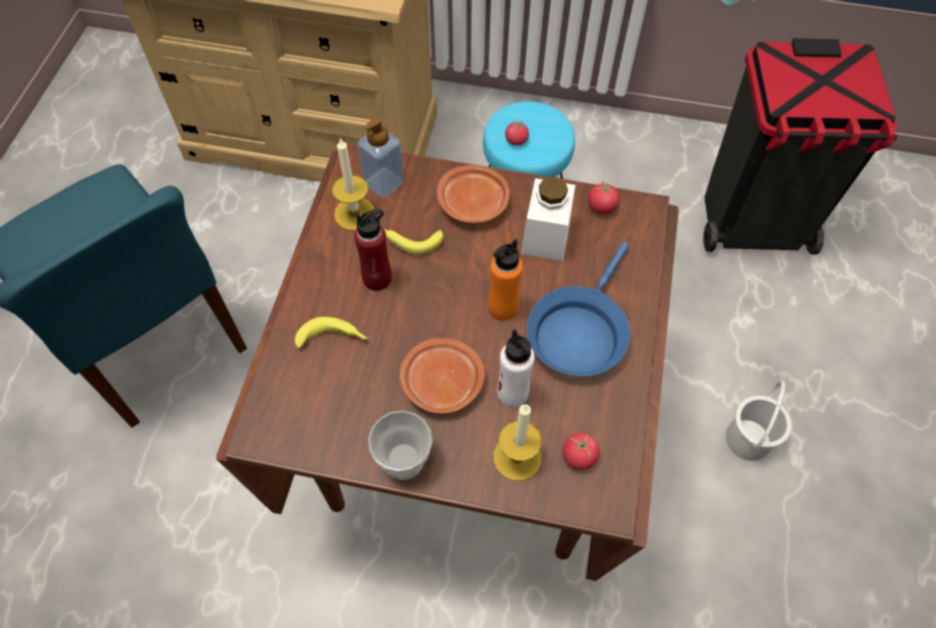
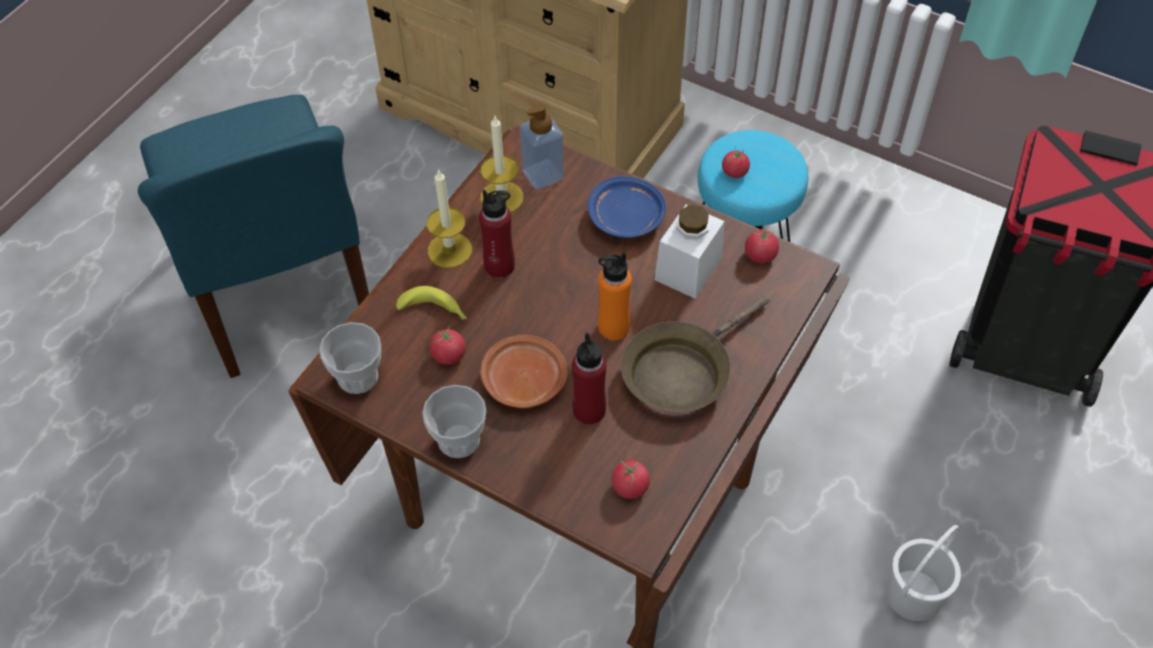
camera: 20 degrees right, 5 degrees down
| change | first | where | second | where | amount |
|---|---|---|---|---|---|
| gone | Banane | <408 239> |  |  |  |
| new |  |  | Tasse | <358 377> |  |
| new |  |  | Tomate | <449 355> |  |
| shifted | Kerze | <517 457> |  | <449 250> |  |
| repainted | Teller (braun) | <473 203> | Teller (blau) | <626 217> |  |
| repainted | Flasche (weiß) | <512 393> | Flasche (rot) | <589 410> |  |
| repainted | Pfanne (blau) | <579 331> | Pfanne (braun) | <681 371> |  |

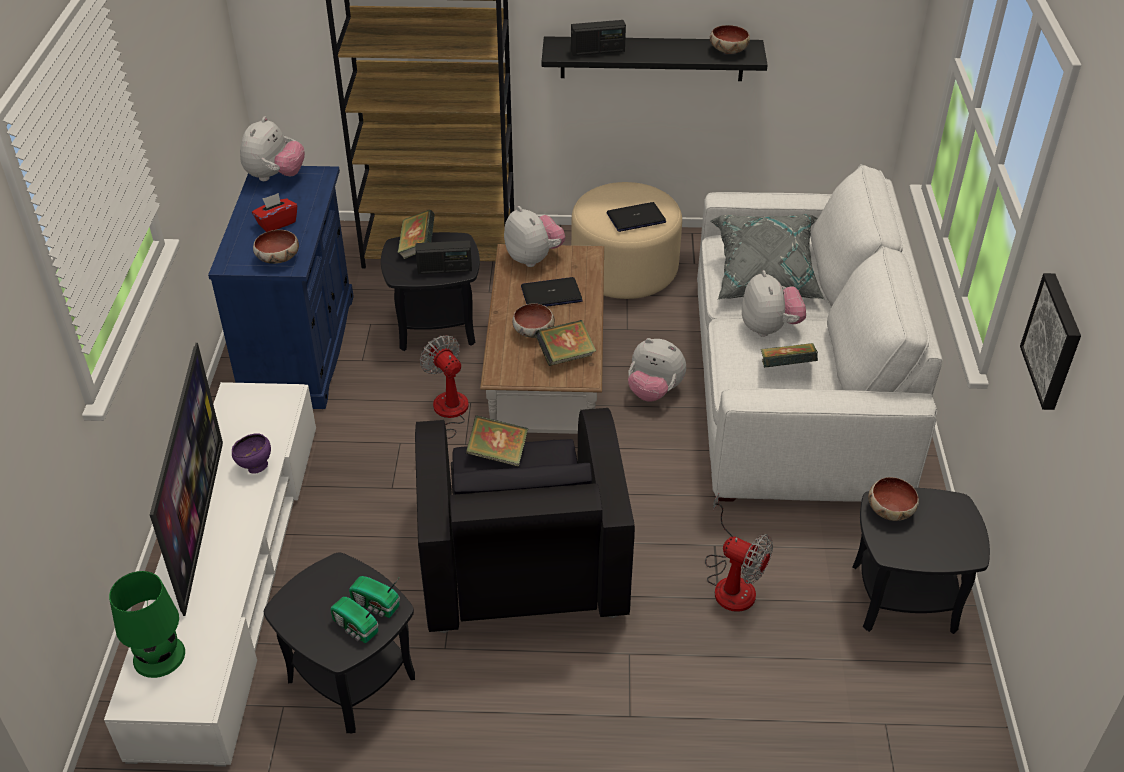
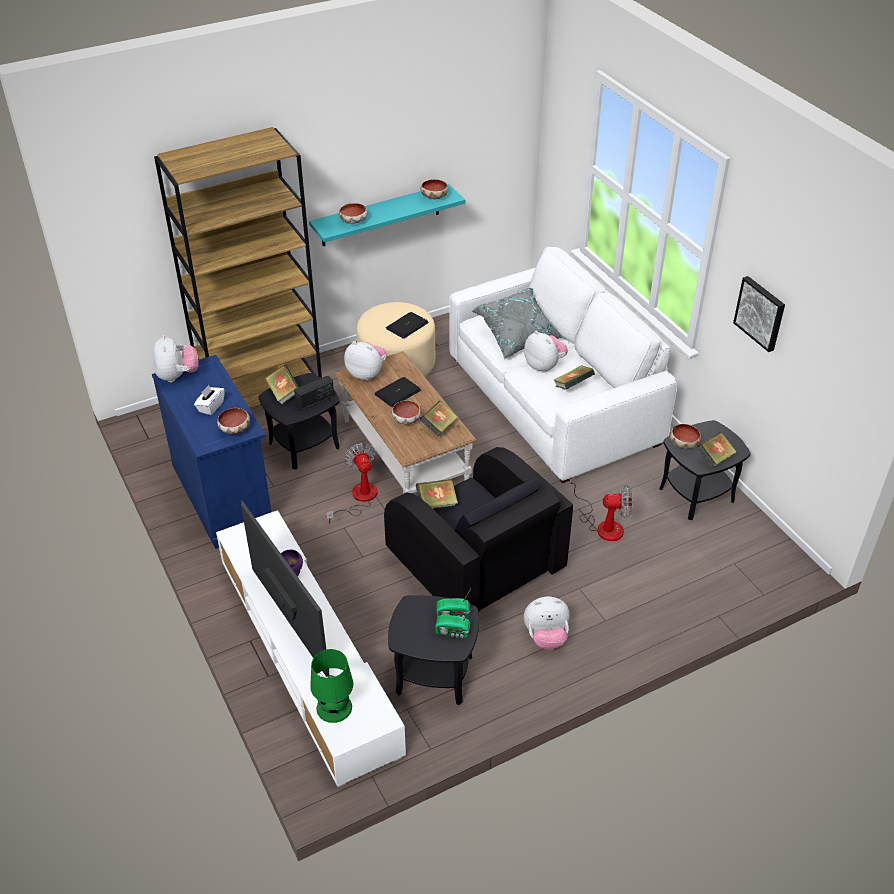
camera: 30 degrees left, 0 degrees up
| change | first | where | second | where | amount |
|---|---|---|---|---|---|
| new |  |  | Buch | <714 458> |  |
| shifted | Plüschtier | <654 391> |  | <546 637> |  |
| swapped | Radio | <598 51> | Schüssel | <353 221> |  |
| repainted | Taschentuchbox (rot) | <277 223> | Taschentuchbox (weiß) | <210 407> |  |
| repainted | Wandregal (schwarz) | <652 58> | Wandregal (türkis) | <380 215> |  |
| rotated | Ventilator | <445 415> |  | <358 498> | 45 degrees clockwise |

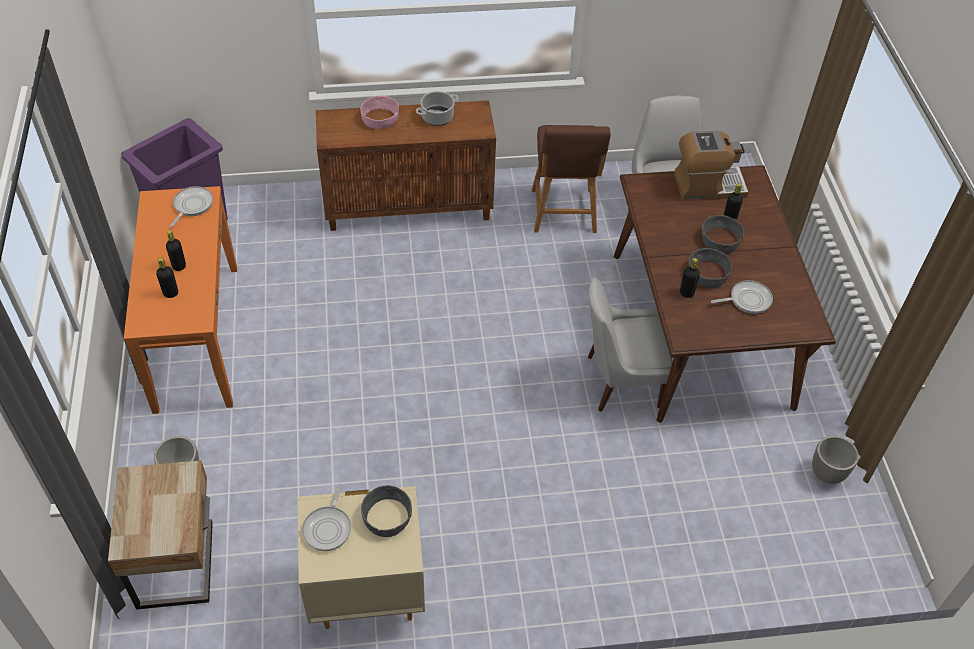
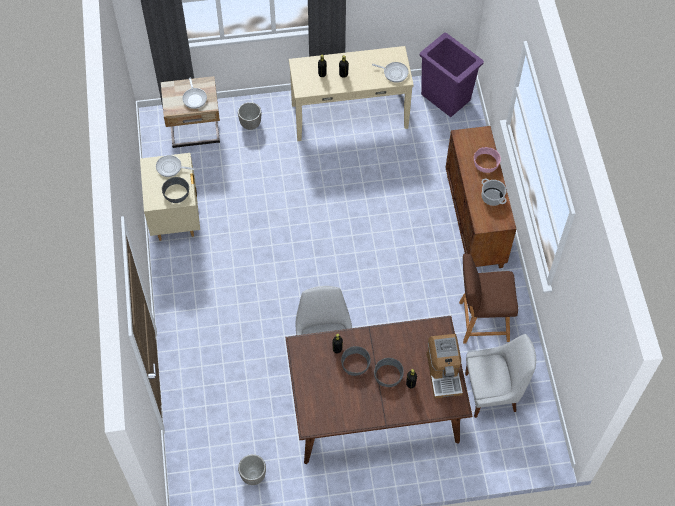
camera: 90 degrees right, 10 degrees up
| change | first | where | second | where | amount |
|---|---|---|---|---|---|
| shifted | Pfanne | <747 300> |  | <194 98> |  |
| repainted | Konsolentisch (orange) | <196 336> | Konsolentisch (beige) | <349 115> |  |

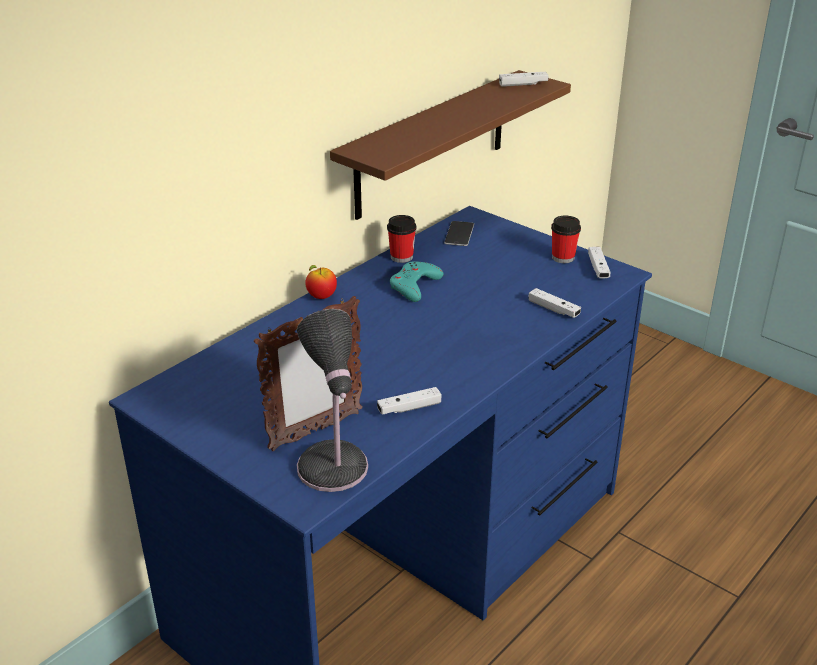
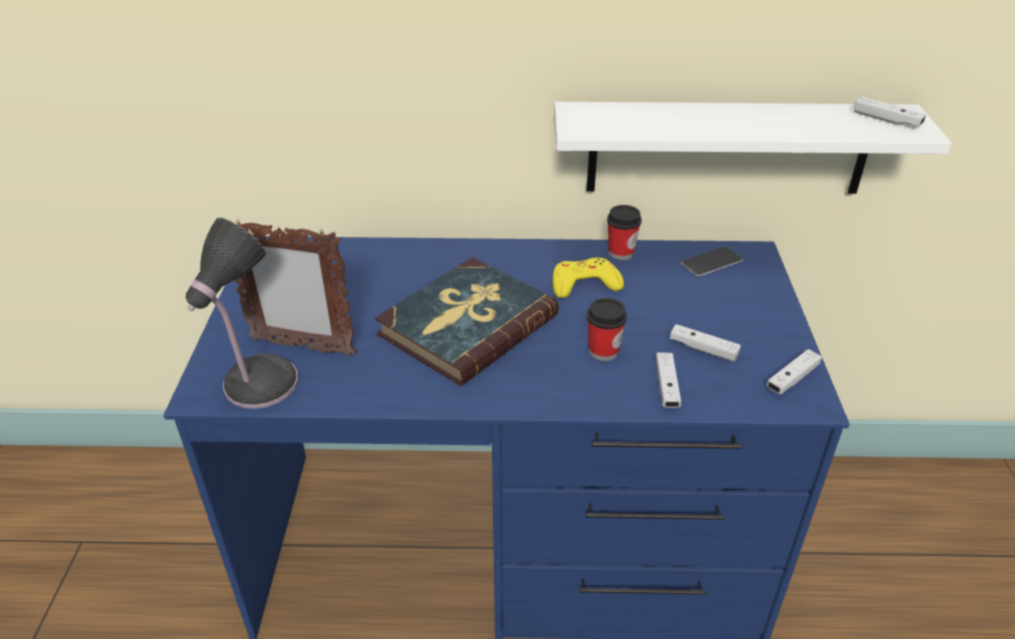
camera: 50 degrees right, 5 degrees up
| change | first | where | second | where | amount |
|---|---|---|---|---|---|
| gone | Apfel | <321 296> |  |  |  |
| new |  |  | Buch | <467 324> |  |
| shifted | Gamepad (weiß) | <409 408> |  | <703 349> |  |
| shifted | Tasse | <563 257> |  | <603 351> |  |
| repainted | Wandregal (braun) | <432 144> | Wandregal (weiß) | <728 148> |  |
| repainted | Gamepad (türkis) | <414 286> | Gamepad (gelb) | <584 283> |  |

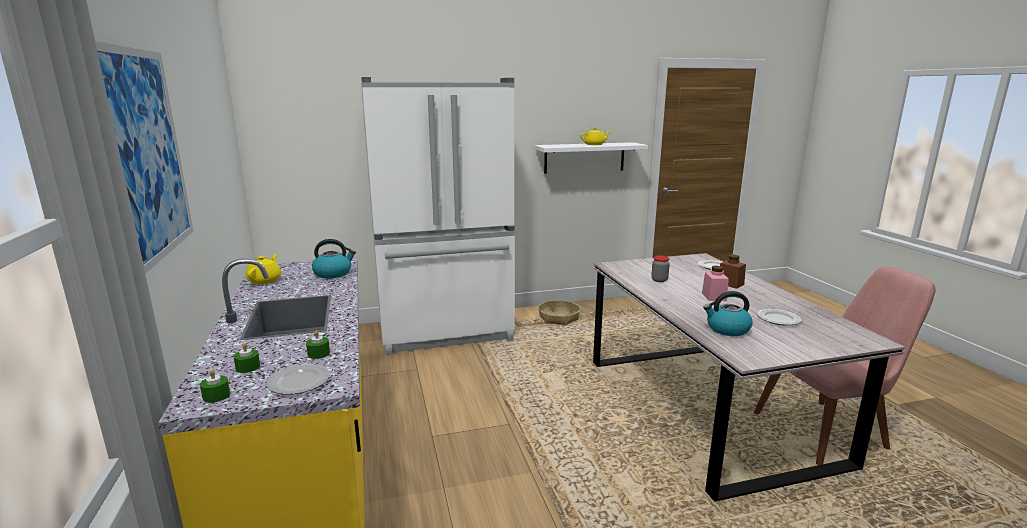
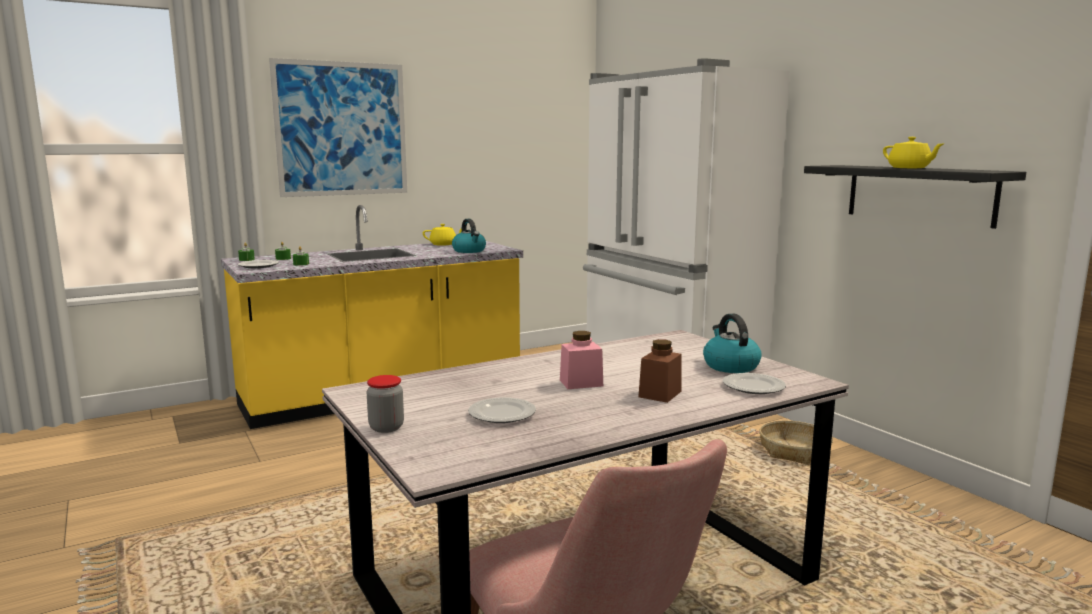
camera: 75 degrees right, 5 degrees down
| change | first | where | second | where | amount |
|---|---|---|---|---|---|
| shifted | Vorratsglas | <659 280> |  | <386 427> |  |
| shifted | Wasserkessel | <727 329> |  | <730 366> |  |
| repainted | Wandregal (weiß) | <584 157> | Wandregal (schwarz) | <919 194> |  |

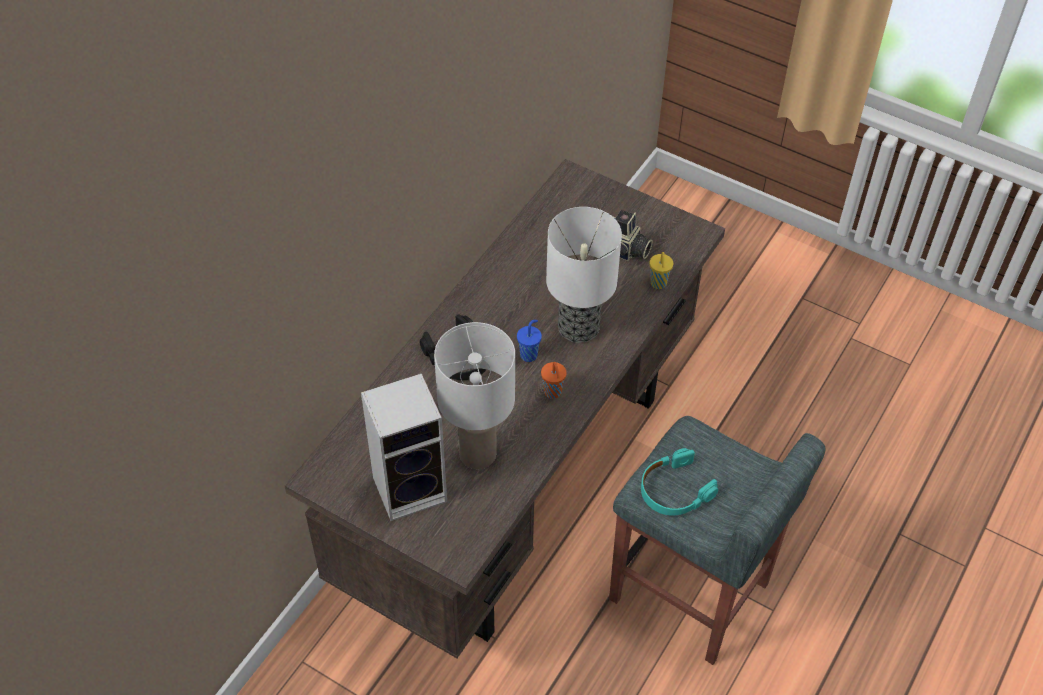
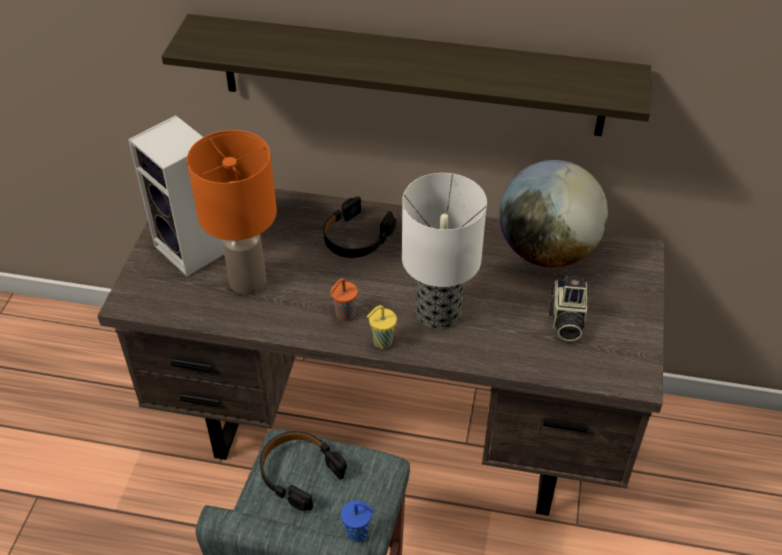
camera: 70 degrees right, 5 degrees down
| change | first | where | second | where | amount |
|---|---|---|---|---|---|
| new |  |  | Wandregal | <411 76> |  |
| new |  |  | Globus | <547 251> |  |
| shifted | Tasse (blau) | <529 355> |  | <358 534> |  |
| shifted | Tasse (gelb) | <658 284> |  | <381 342> |  |
| repainted | Tischlampe (weiß) | <477 455> | Tischlampe (orange) | <246 281> |  |
| repainted | Kopfhörer (türkis) | <674 490> | Kopfhörer (schwarz) | <299 473> |  |

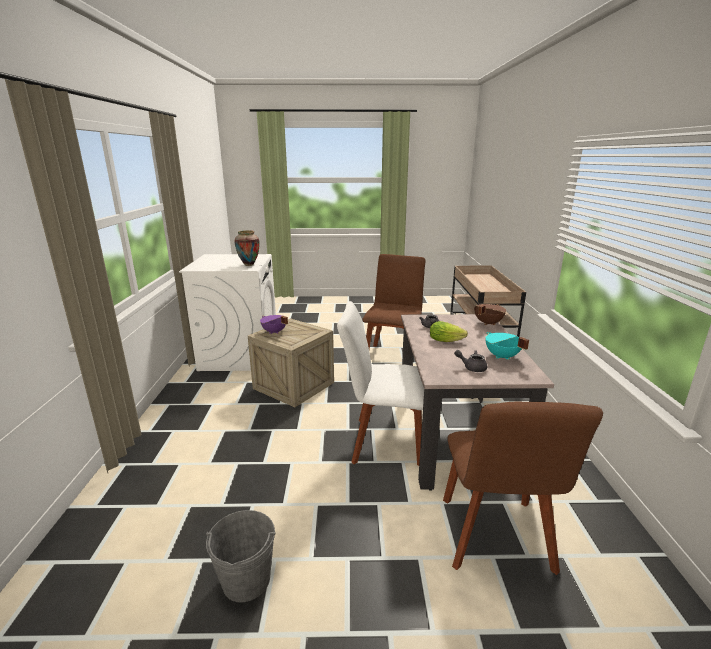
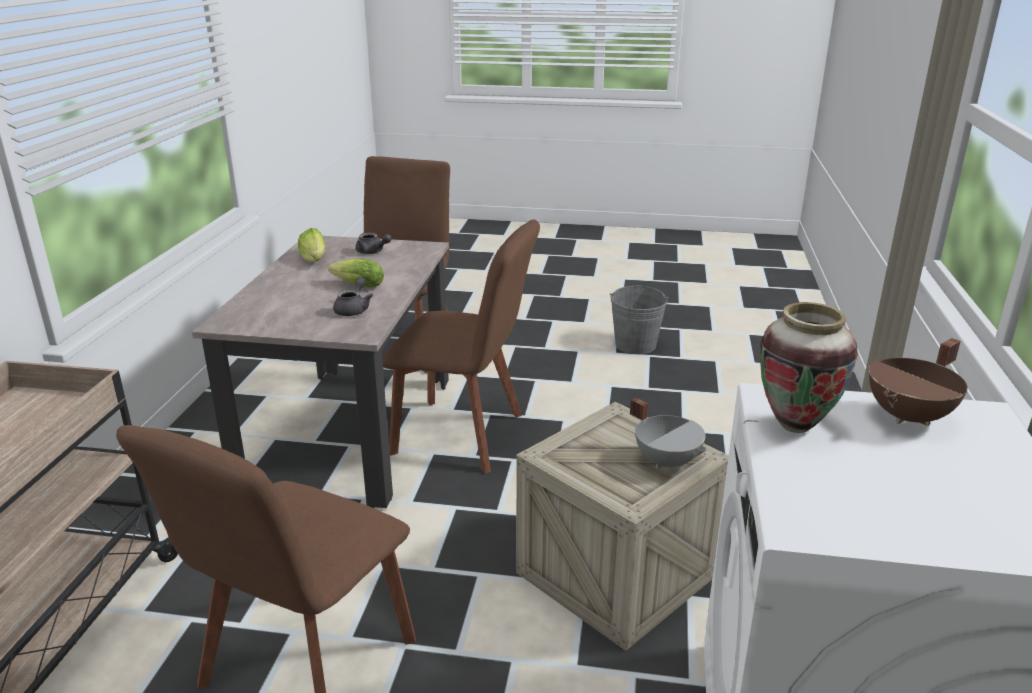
camera: 170 degrees left, 5 degrees up
| change | first | where | second | where | amount |
|---|---|---|---|---|---|
| shifted | Kochtopf (braun) | <487 323> |  | <910 417> |  |
| swapped | Kochtopf (türkis) | <501 357> | Salatkopf | <314 260> |  |
| repainted | Kochtopf (lila) | <274 332> | Kochtopf (grau) | <667 461> |  |
| repainted | Stuhl (weiß) | <383 442> | Stuhl (braun) | <465 435> |  |

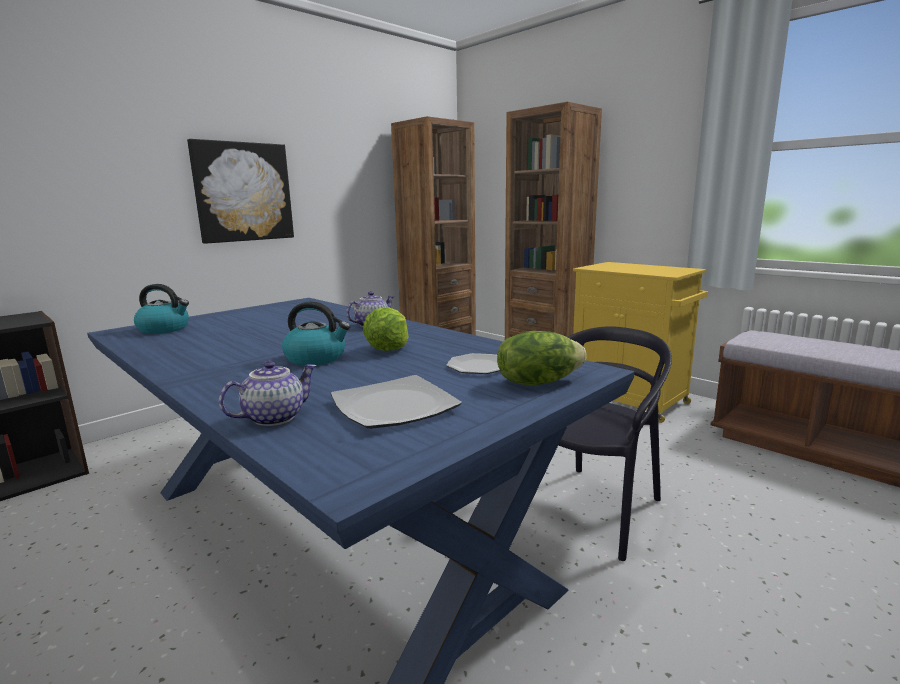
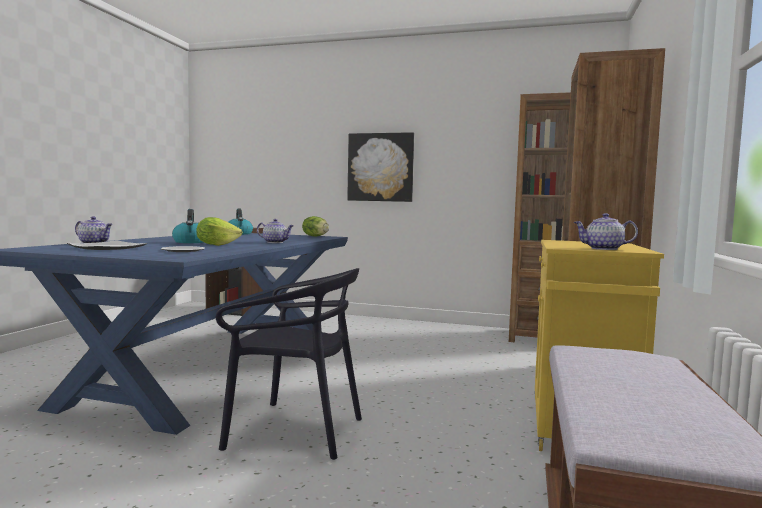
camera: 60 degrees right, 10 degrees down
| change | first | where | second | where | amount |
|---|---|---|---|---|---|
| new |  |  | Teekanne | <603 249> |  |
| shifted | Salatkopf | <538 382> |  | <316 236> |  |

